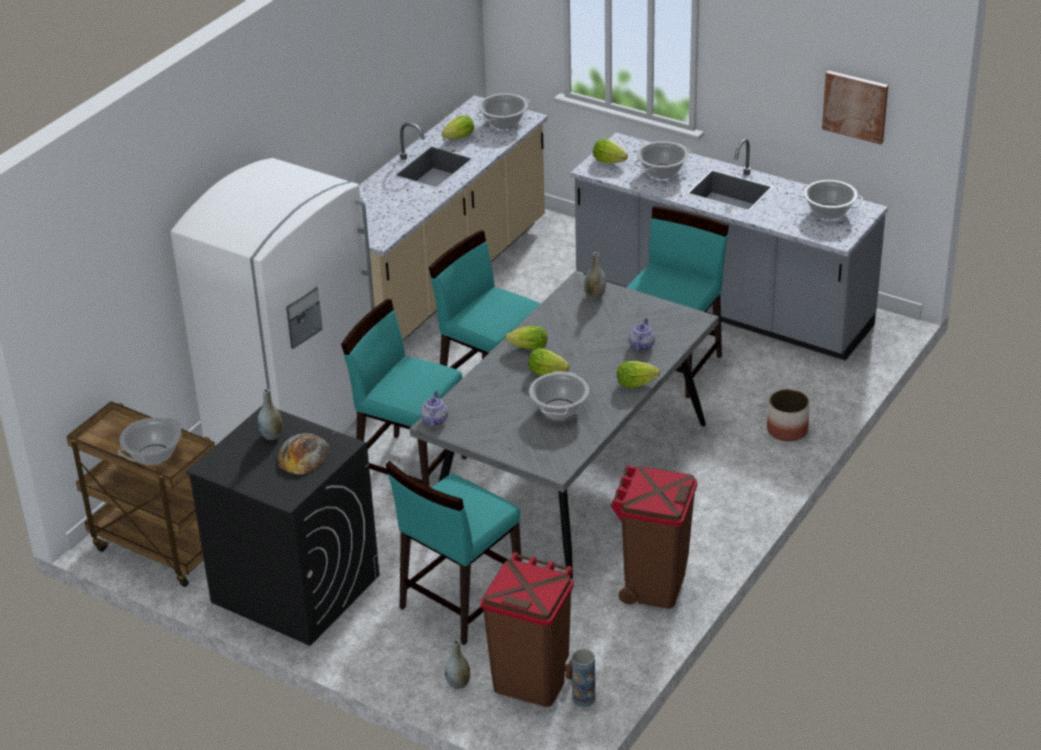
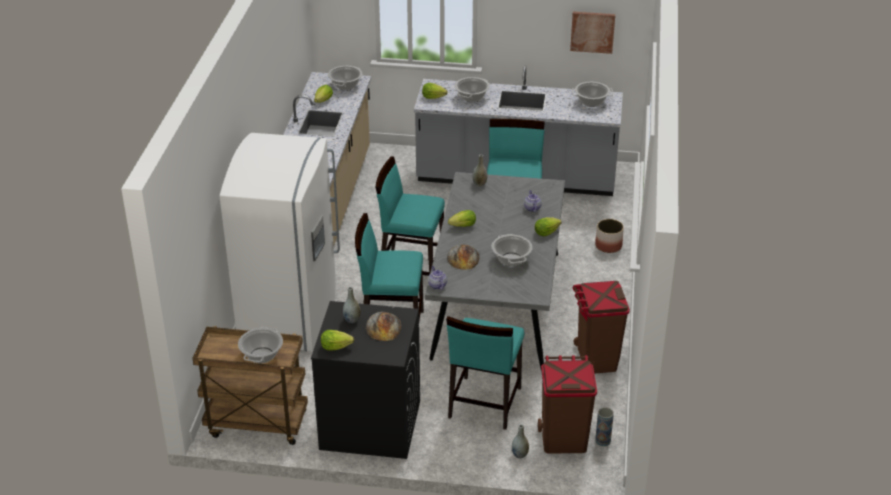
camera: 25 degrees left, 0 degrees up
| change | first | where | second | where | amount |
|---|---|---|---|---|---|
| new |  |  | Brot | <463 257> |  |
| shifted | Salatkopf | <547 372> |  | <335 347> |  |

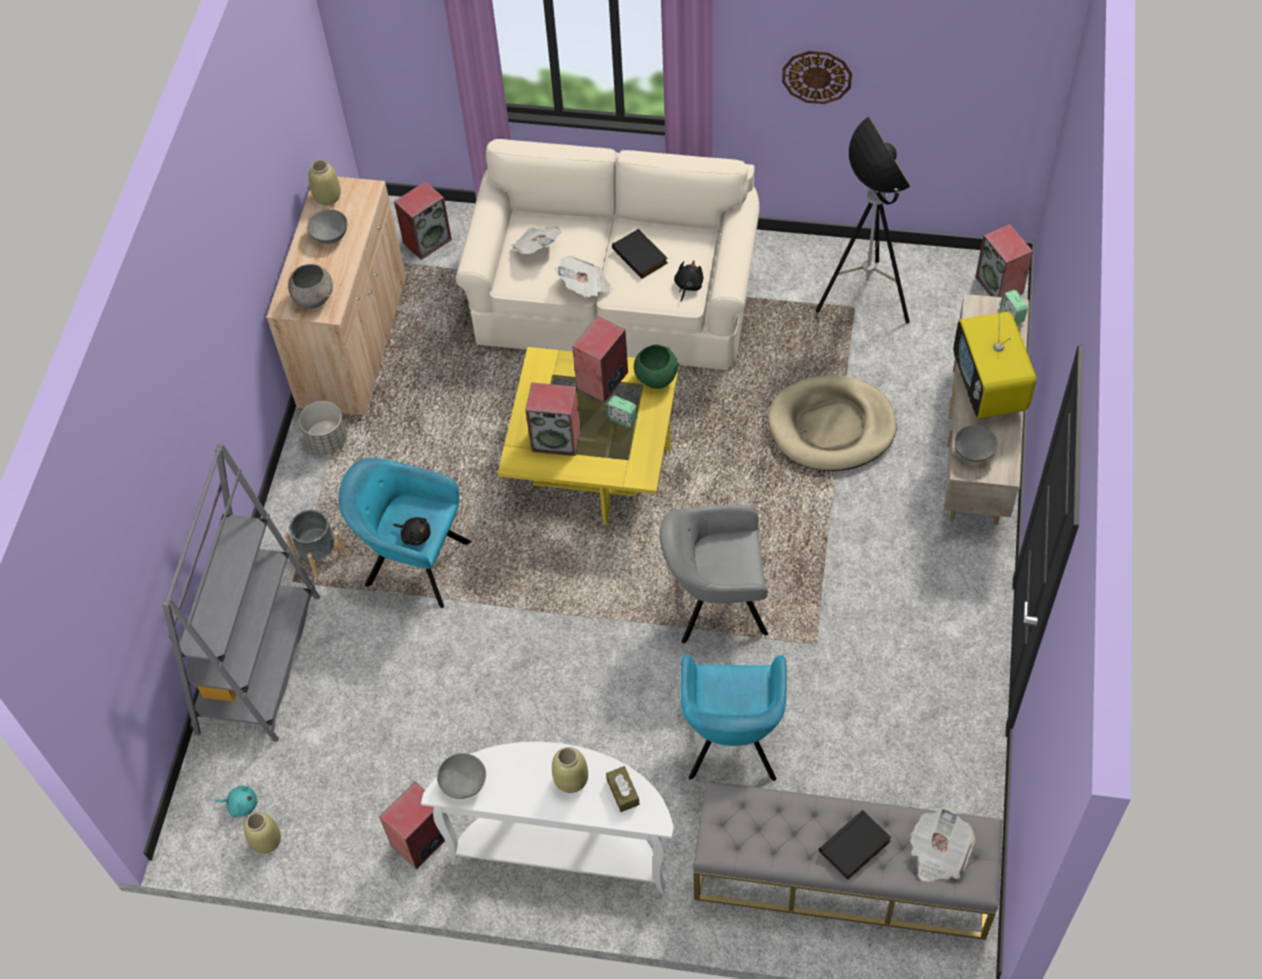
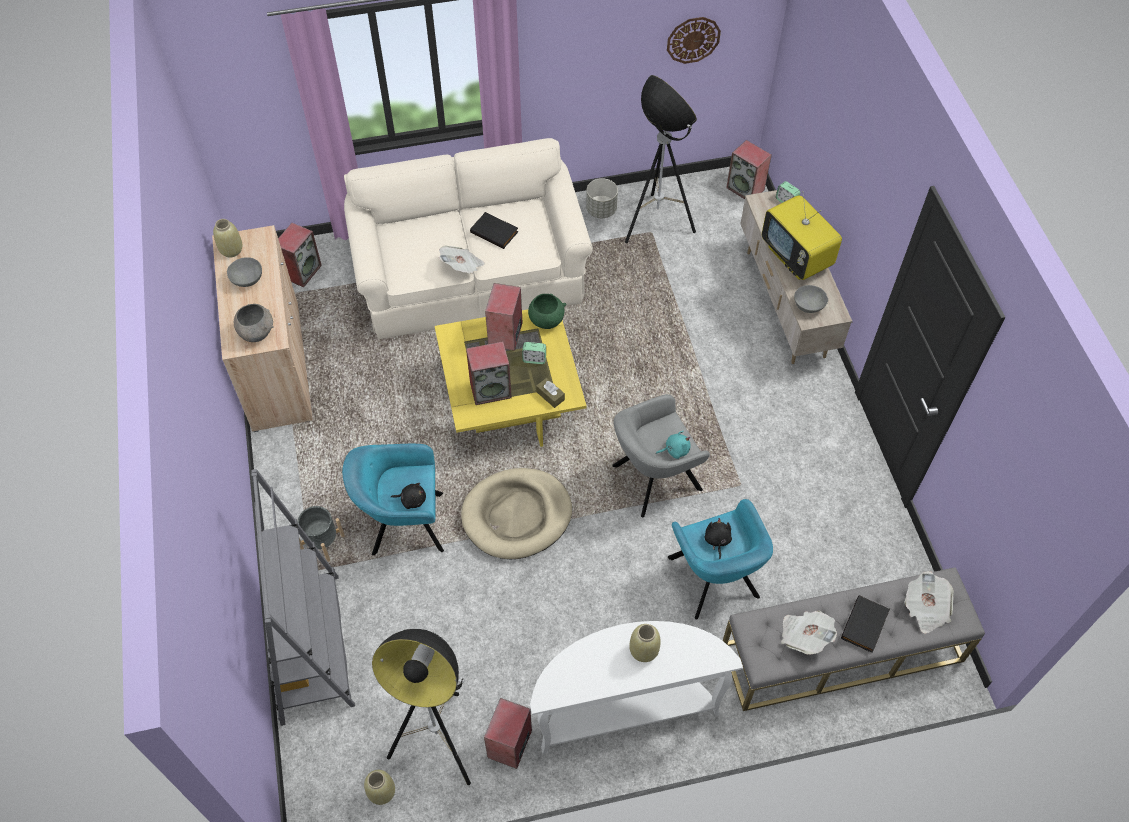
camera: 25 degrees left, 0 degrees up
| change | first | where | second | where | amount |
|---|---|---|---|---|---|
| gone | Schüssel (grau) | <463 783> |  |  |  |
| new |  |  | Stehlampe | <439 741> |  |
| shifted | Plüschtier (türkis) | <241 805> |  | <675 450> |  |
| shifted | Pflanzkübel (grau) | <327 440> |  | <601 210> |  |
| shifted | Zeitung | <537 248> |  | <804 636> |  |
| shifted | Taschentuchbox (braun) | <623 792> |  | <550 396> |  |
| shifted | Plüschtier (schwarz) | <688 286> |  | <717 540> |  |
| shifted | Hundebett (beige) | <831 427> |  | <517 515> |  |
| shifted | Wanduhr | <817 76> |  | <693 39> |  |

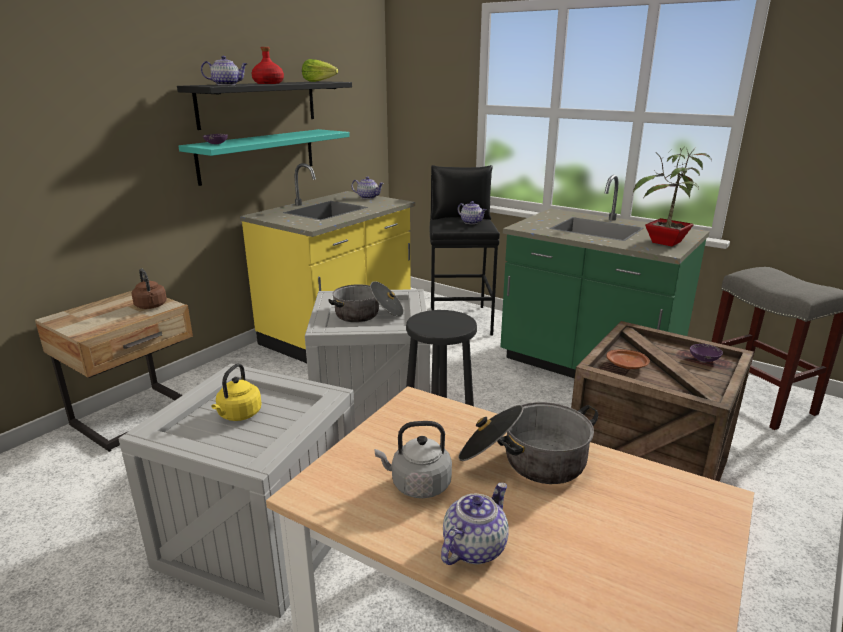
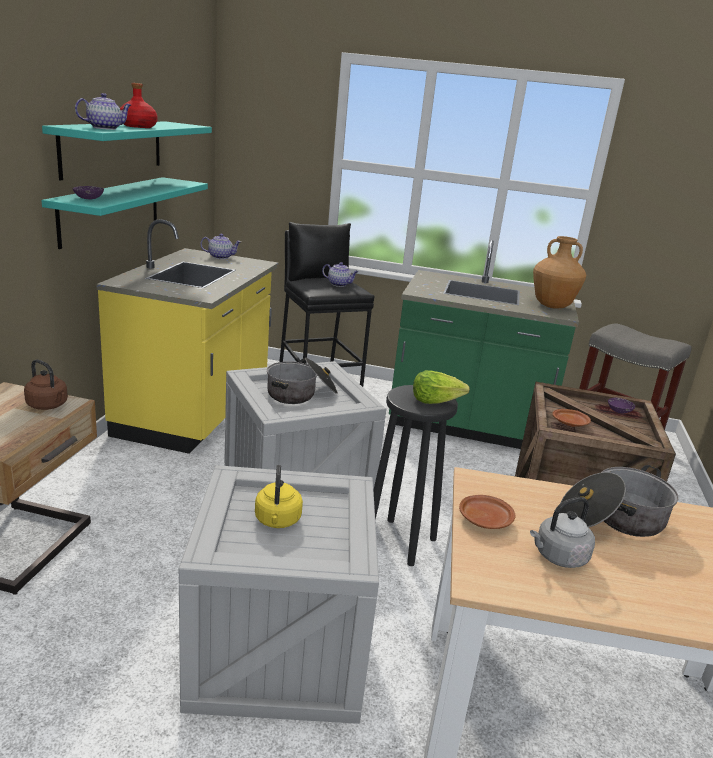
camera: 25 degrees left, 0 degrees up
| change | first | where | second | where | amount |
|---|---|---|---|---|---|
| gone | Teekanne | <474 547> |  |  |  |
| new |  |  | Teller (braun) | <485 520> |  |
| shifted | Salatkopf | <319 81> |  | <435 401> |  |
| swapped | Topfpflanze | <665 243> | Vase (braun) | <552 306> |  |
| repainted | Wandregal (schwarz) | <258 103> | Wandregal (türkis) | <113 147> |  |

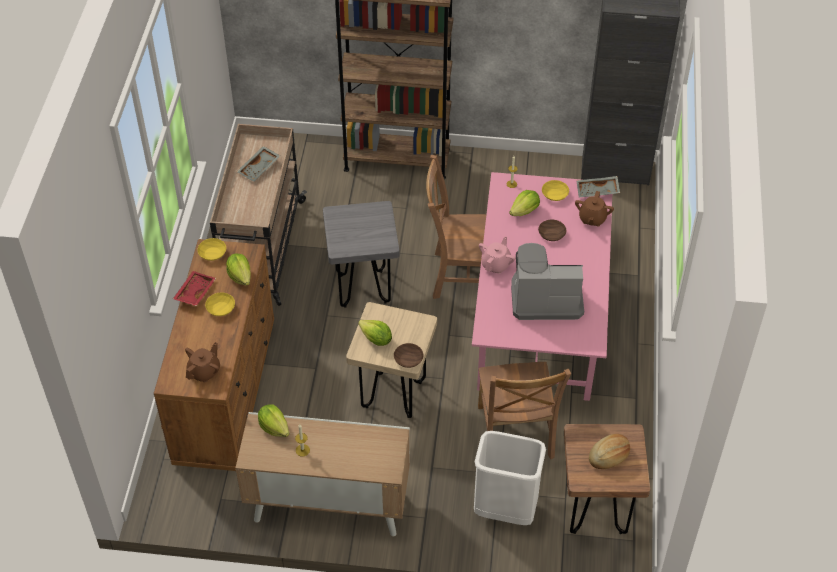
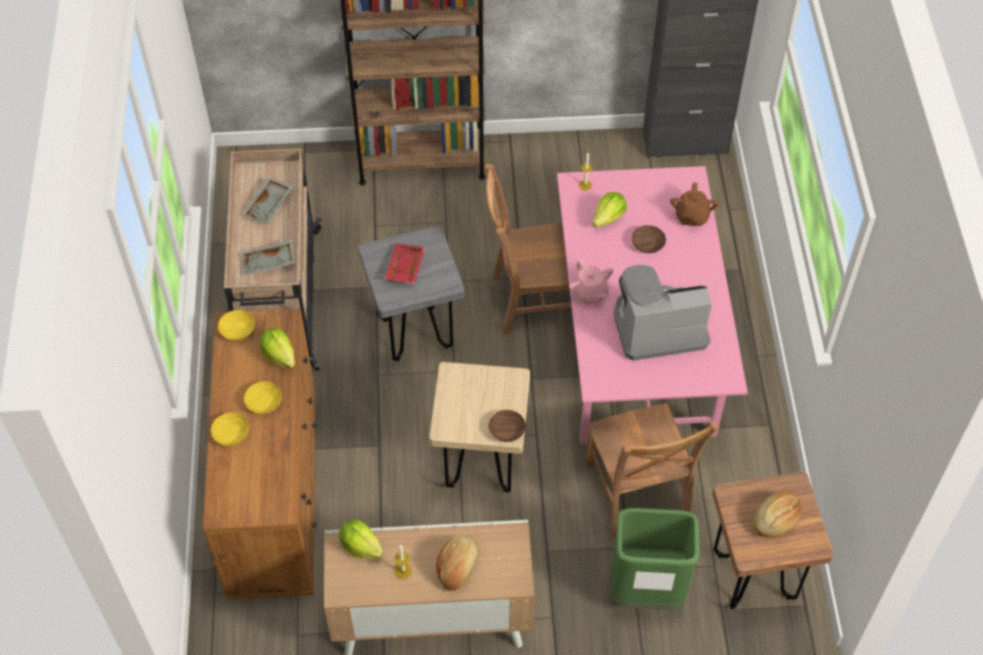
camera: 10 degrees left, 5 degrees up
| change | first | where | second | where | amount |
|---|---|---|---|---|---|
| gone | Teekanne (braun) | <204 371> |  |  |  |
| gone | Salatkopf | <376 339> |  |  |  |
| new |  |  | Brot | <458 567> |  |
| shifted | Tablett (rot) | <194 292> |  | <404 267> |  |
| shifted | Schüssel (gelb) | <554 195> |  | <230 434> |  |
| shifted | Tablett (grau) | <597 191> |  | <269 263> |  |
| repainted | Mülleimer (weiß) | <505 511> | Mülleimer (grün) | <646 593> |  |
| rotated | Teekanne (rosa) | <496 265> |  | <589 293> | 135 degrees clockwise |

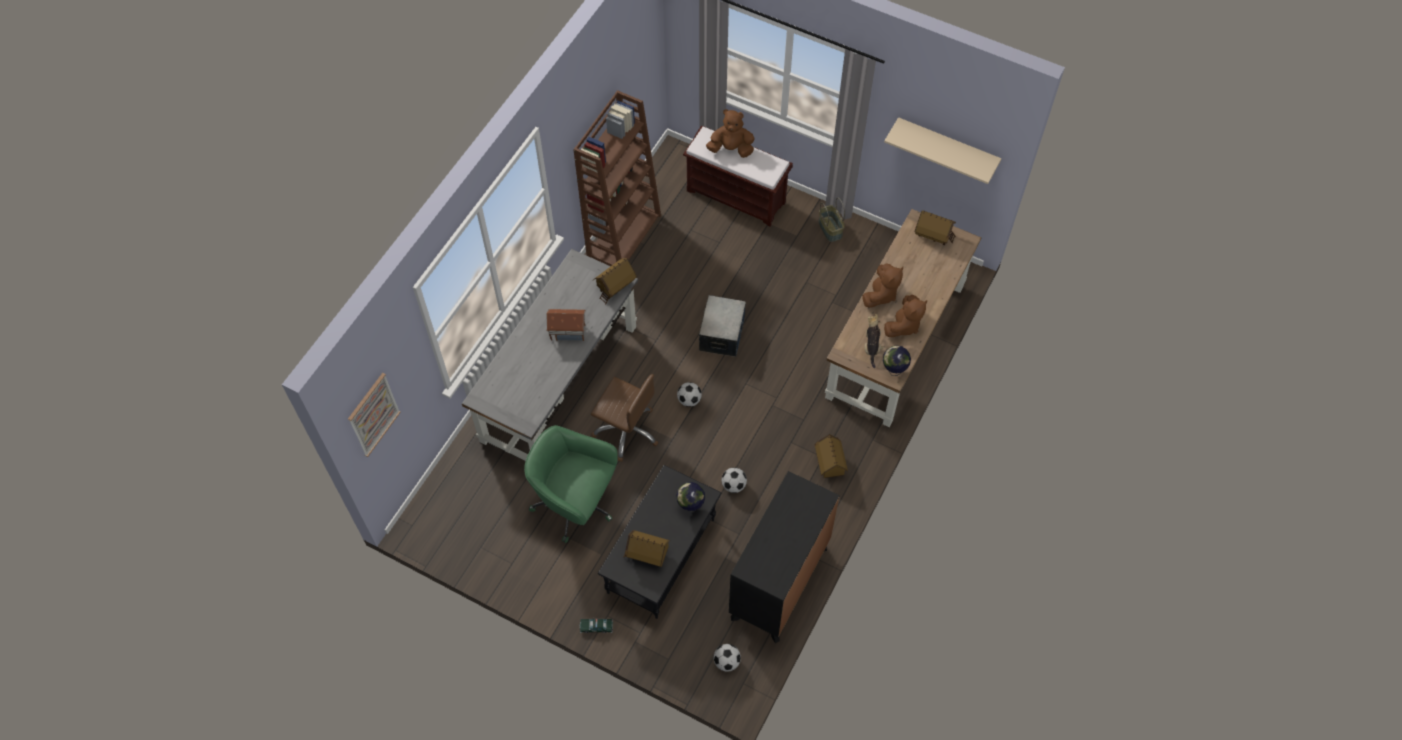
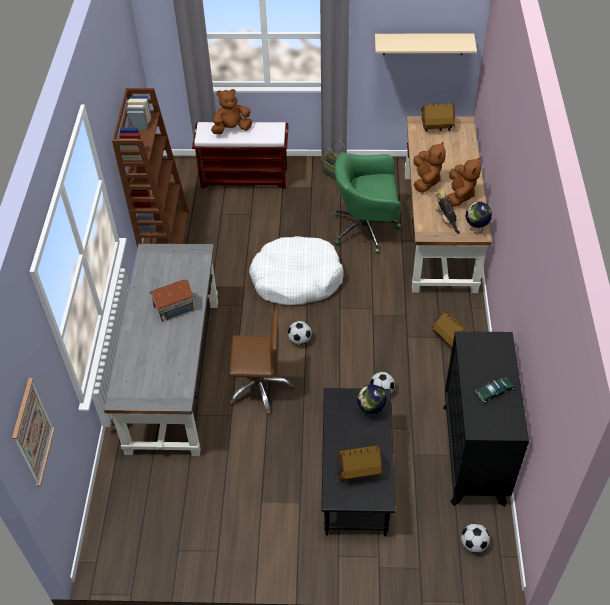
camera: 25 degrees left, 10 degrees down
| change | first | where | second | where | amount |
|---|---|---|---|---|---|
| gone | Spielzeughaus | <615 287> |  |  |  |
| shifted | Bürostuhl (grün) | <575 504> |  | <367 229> |  |
| shifted | Spielzeugauto | <596 627> |  | <494 392> |  |
| swapped | Aufbewahrungsbox | <722 334> | Hundebett (weiß) | <296 279> |  |

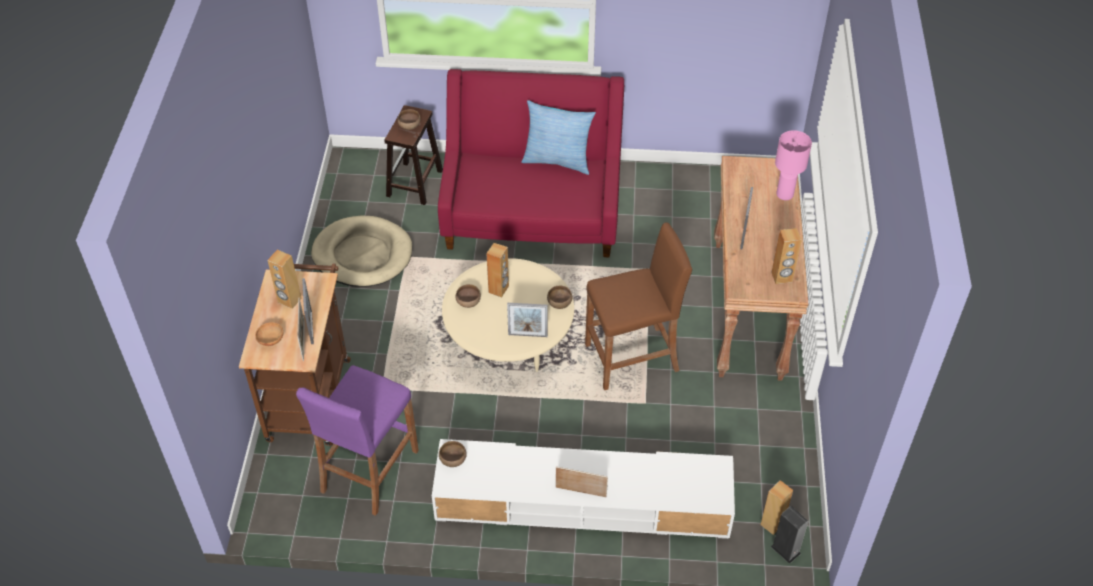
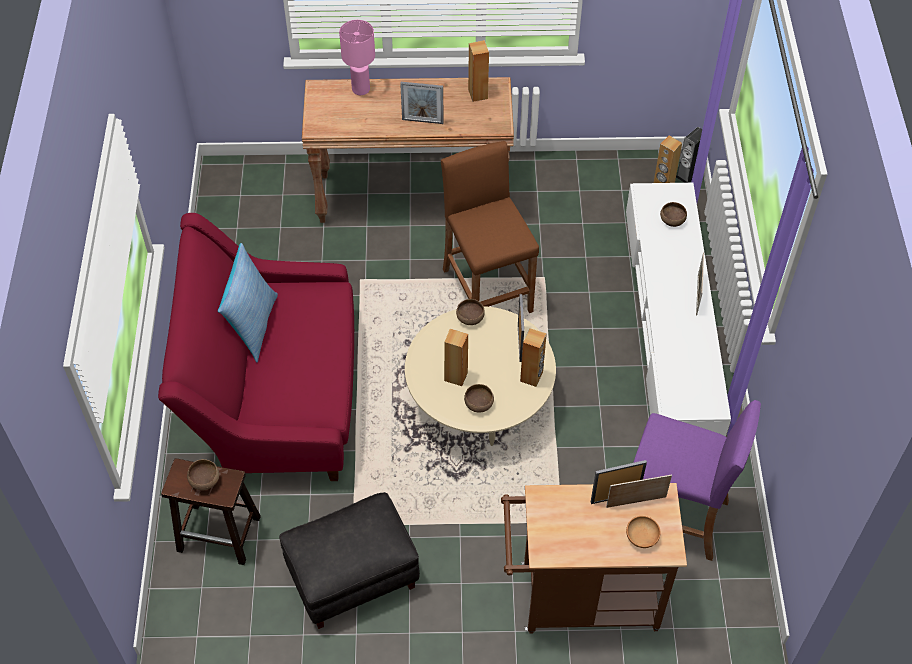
camera: 95 degrees left, 5 degrees up
| change | first | where | second | where | amount |
|---|---|---|---|---|---|
| shifted | Lautsprecher (braun) | <289 300> |  | <531 377> |  |
| shifted | Schüssel (braun) | <453 459> |  | <671 220> |  |
| swapped | Hundebett (beige) | <363 255> | Polsterhocker (schwarz) | <352 576> |  |

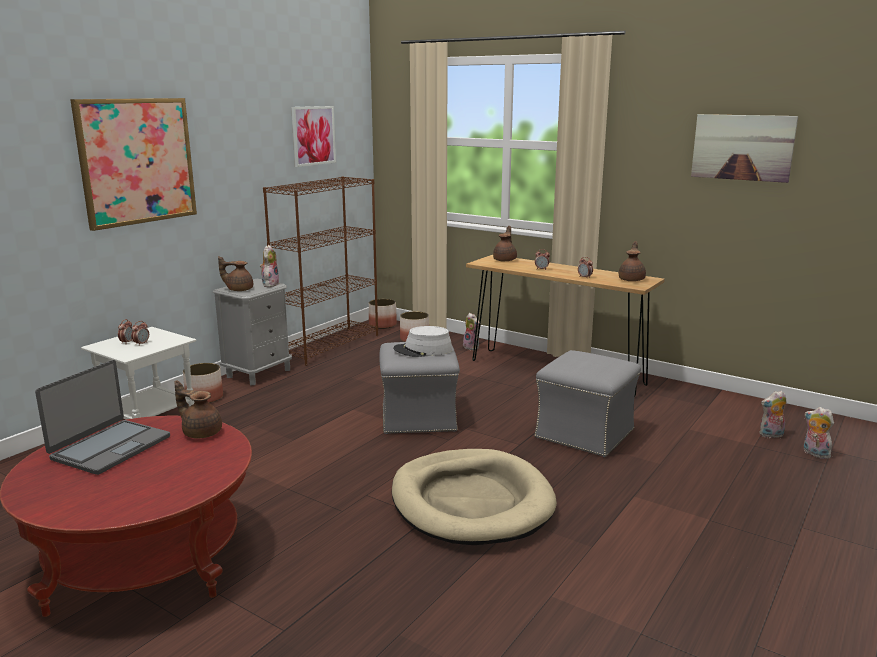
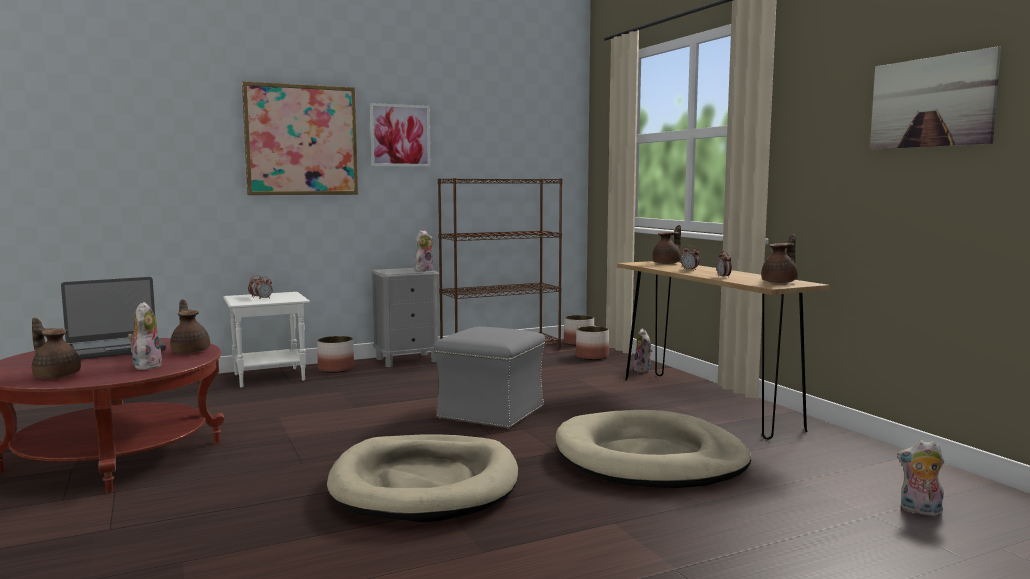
camera: 30 degrees right, 10 degrees down
| change | first | where | second | where | amount |
|---|---|---|---|---|---|
| gone | Hut (grau) | <423 350> |  |  |  |
| shifted | Teekanne (braun) | <239 289> |  | <56 376> |  |
| shifted | Bild | <313 135> |  | <400 135> |  |
| shifted | Plüschtier | <814 454> |  | <146 366> |  |
| swapped | Polsterhocker (grau) | <585 434> | Hundebett (beige) | <650 458> |  |

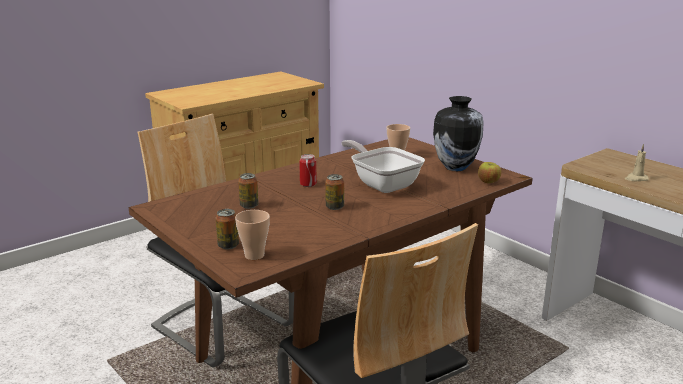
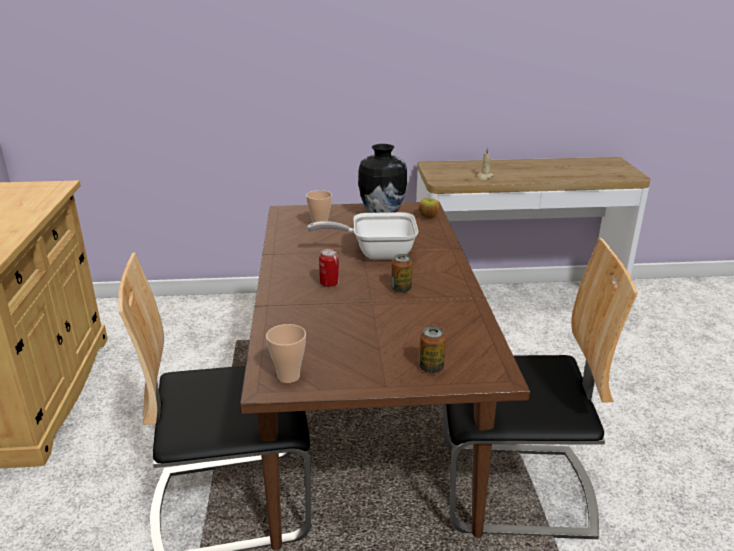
camera: 55 degrees left, 5 degrees up
| change | first | where | second | where | amount |
|---|---|---|---|---|---|
| gone | Dose | <249 206> |  |  |  |
| shifted | Tasse | <254 255> |  | <288 376> |  |

